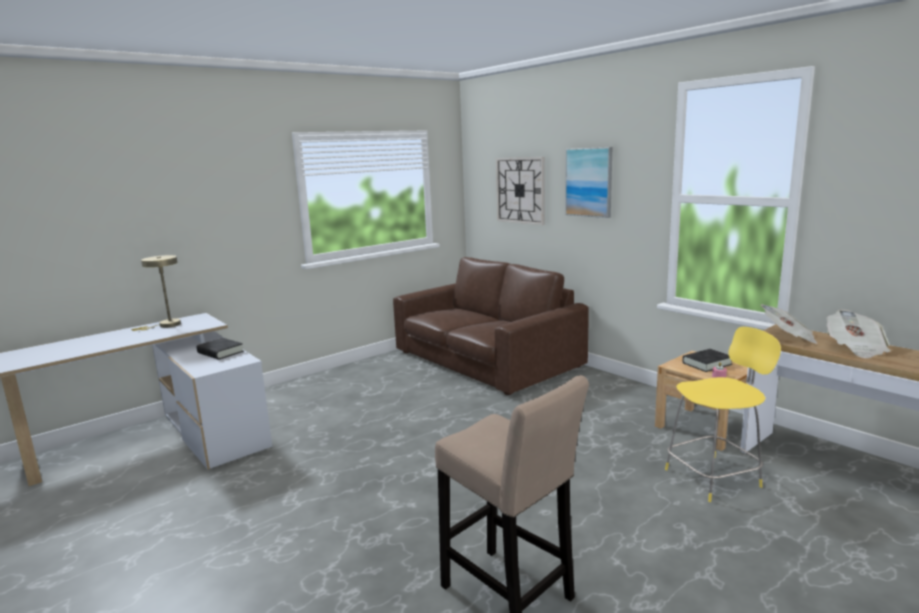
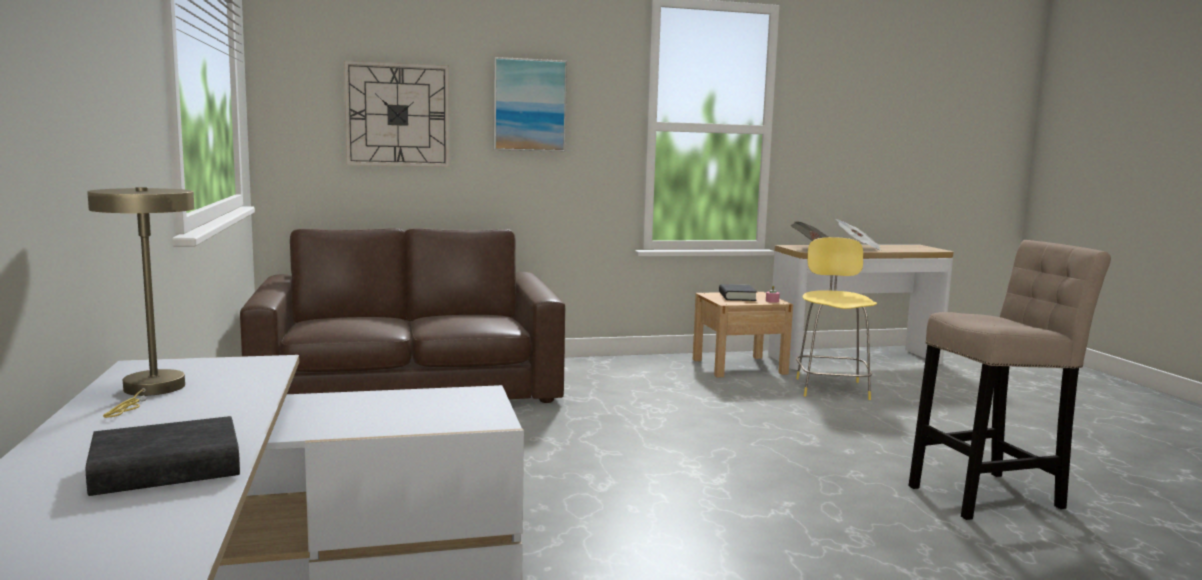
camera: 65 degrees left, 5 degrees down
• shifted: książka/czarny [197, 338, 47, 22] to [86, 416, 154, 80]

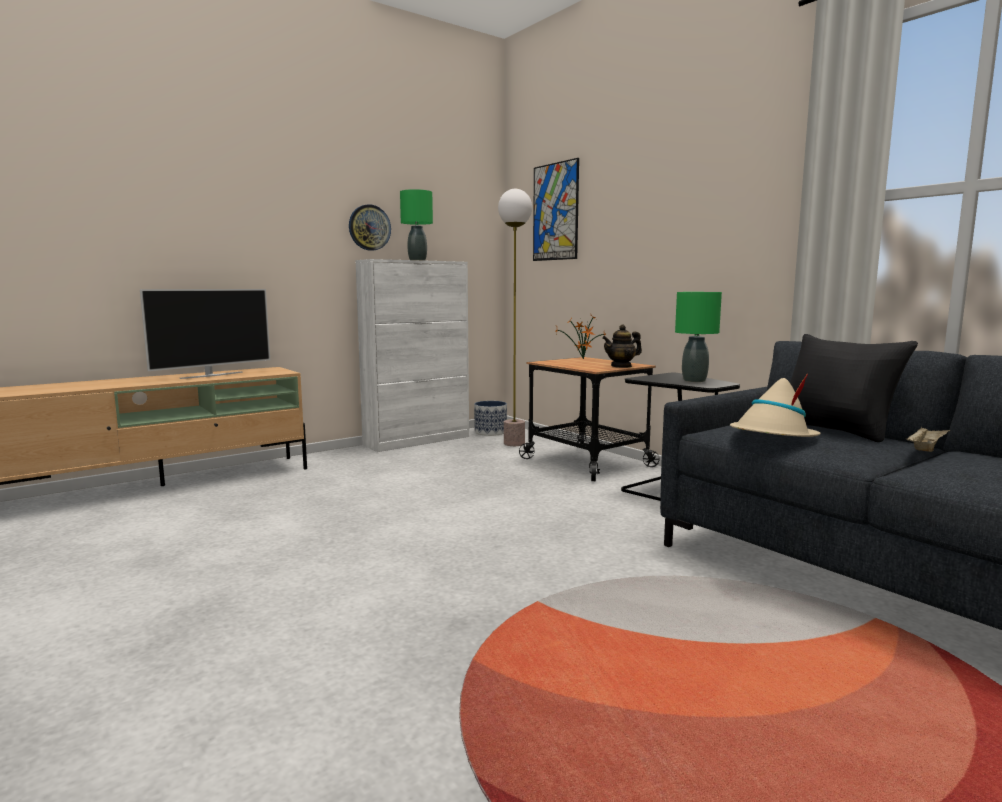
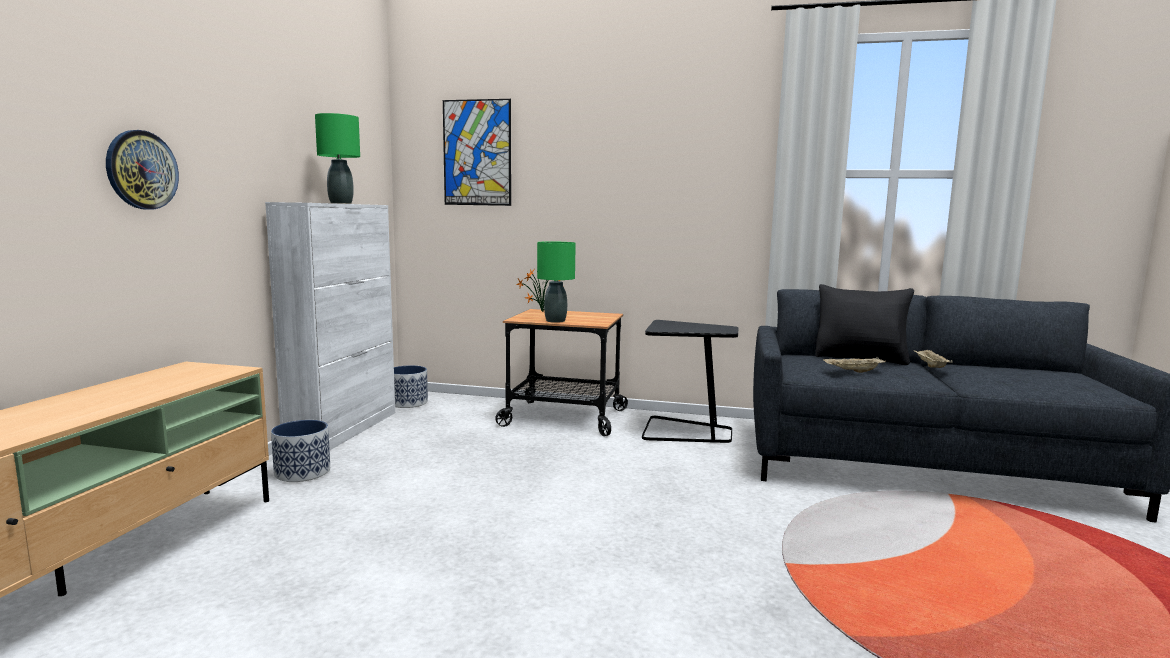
camera: 40 degrees left, 0 degrees up
• gone: telewizor [140, 289, 130, 90]
• shifted: zegar ścienny [349, 204, 42, 47] to [106, 130, 73, 80]
• gone: lampa stojąca [498, 189, 34, 257]
• gone: imbryk [602, 325, 40, 43]
• shifted: lampa stołowa/zielony [675, 292, 47, 90] to [537, 241, 39, 82]
• swapped: kapelusz/beżowy [730, 373, 91, 64] to taca/beżowy [823, 357, 63, 16]
• new: donica [271, 420, 59, 62]

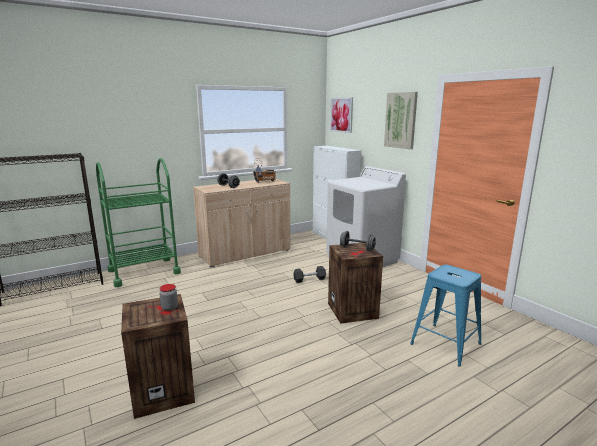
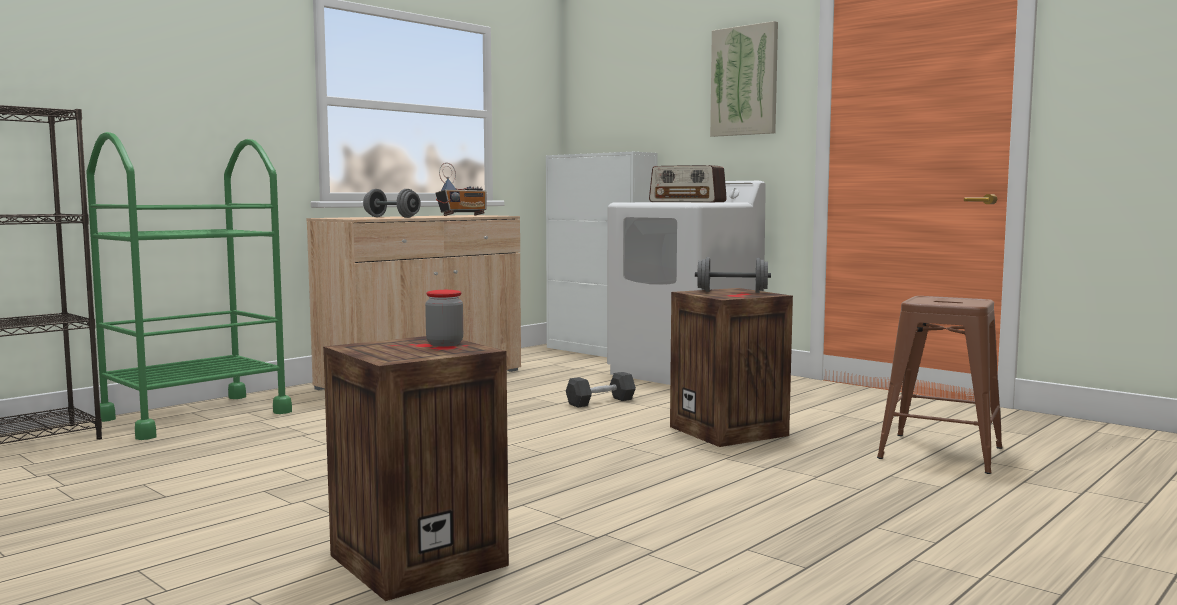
camera: 15 degrees left, 10 degrees down
• gone: obraz [330, 97, 23, 36]
• repainted: stołek/niebieski [410, 265, 71, 102] to stołek/brązowy [877, 296, 126, 178]
• new: radio [649, 165, 78, 37]

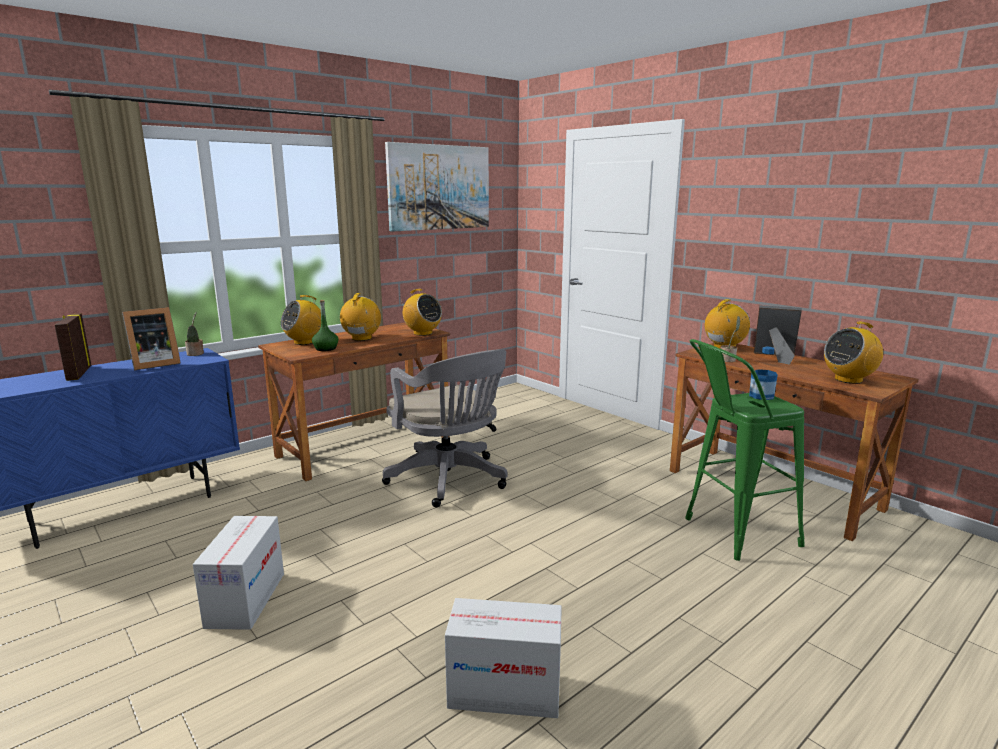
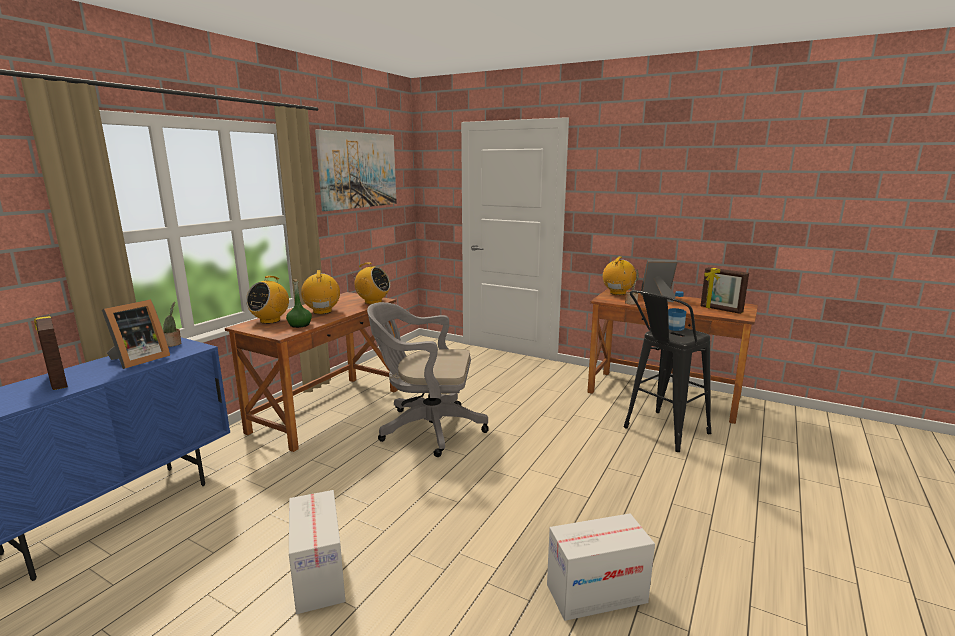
camera: 20 degrees left, 0 degrees up
• rotated: krzesło biurowe/szary [382, 350, 126, 158] = [367, 302, 122, 155] 150 degrees clockwise
• repainted: stołek/zielony [685, 339, 119, 222] to stołek/czarny [624, 290, 87, 162]
• swapped: radio [824, 321, 59, 63] to ramka na zdjęcie [701, 267, 48, 47]

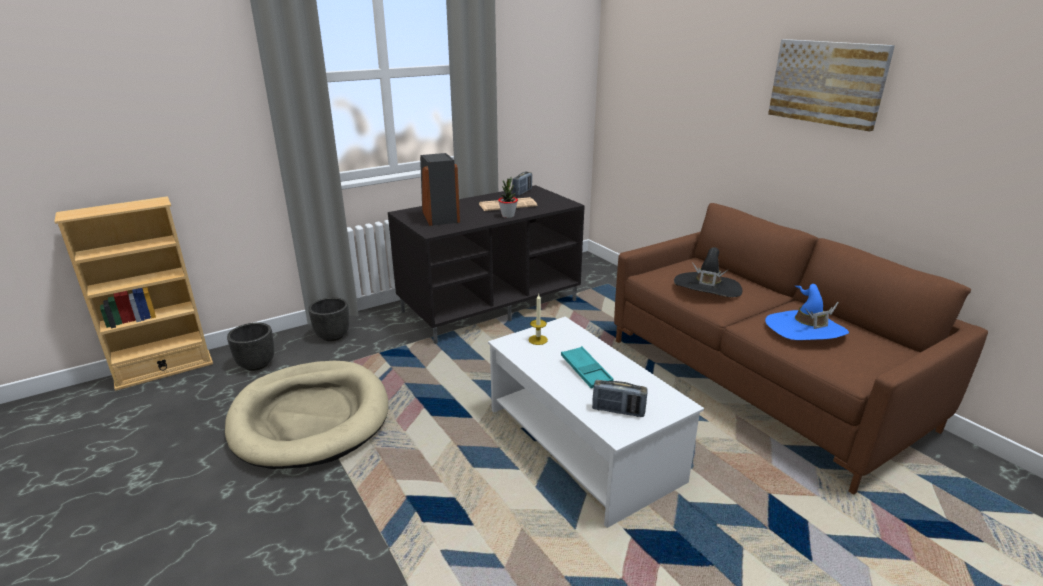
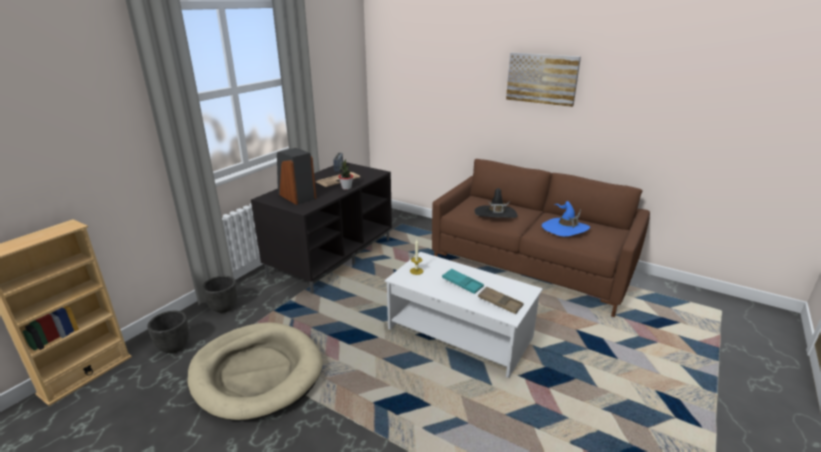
camera: 25 degrees left, 0 degrees up
• swapped: radio [592, 380, 56, 37] to taca/brązowy [478, 287, 46, 27]

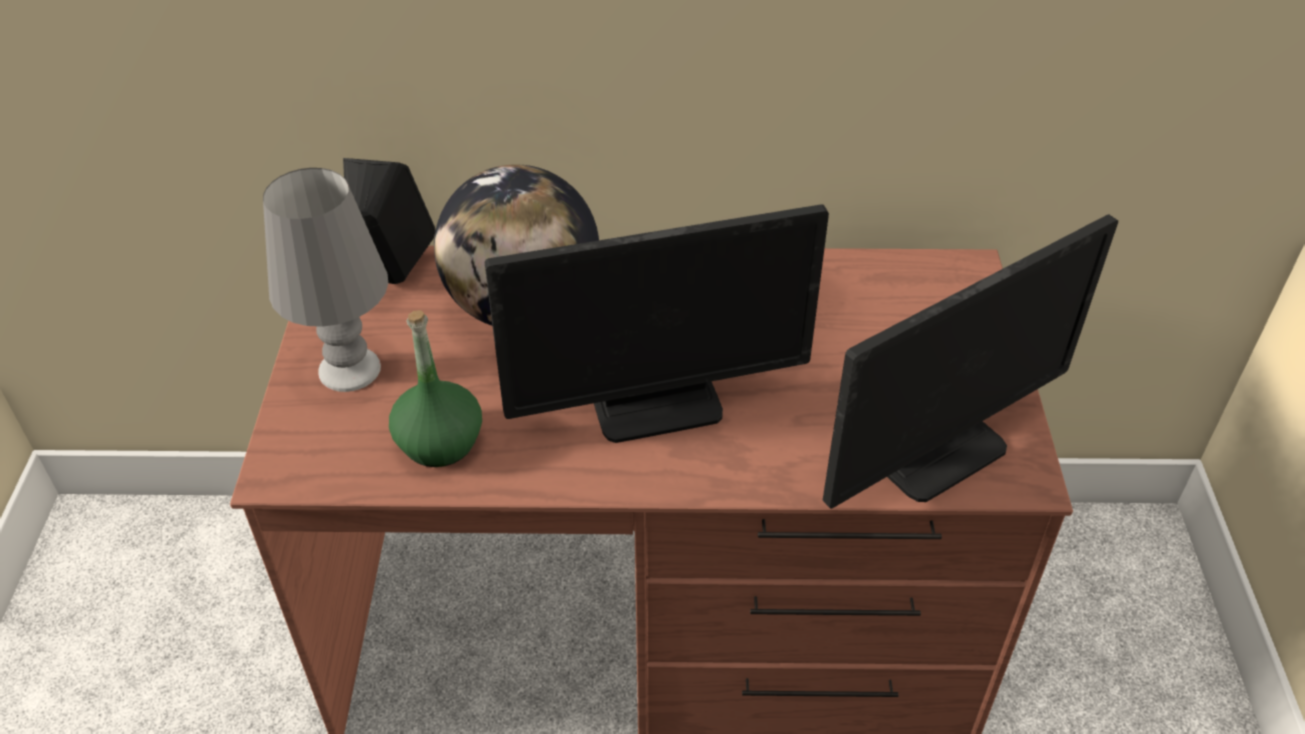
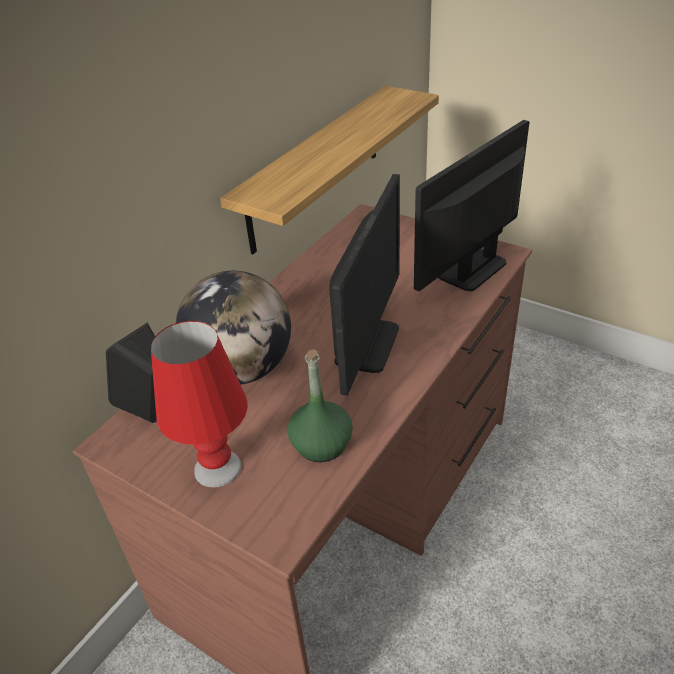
camera: 55 degrees left, 5 degrees down
• repainted: lampa stołowa/szary [263, 168, 125, 224] to lampa stołowa/czerwony [151, 321, 97, 167]
• rotated: monitor [823, 214, 295, 295] = [414, 120, 115, 171] 135 degrees counterclockwise
• new: półka [220, 86, 219, 168]

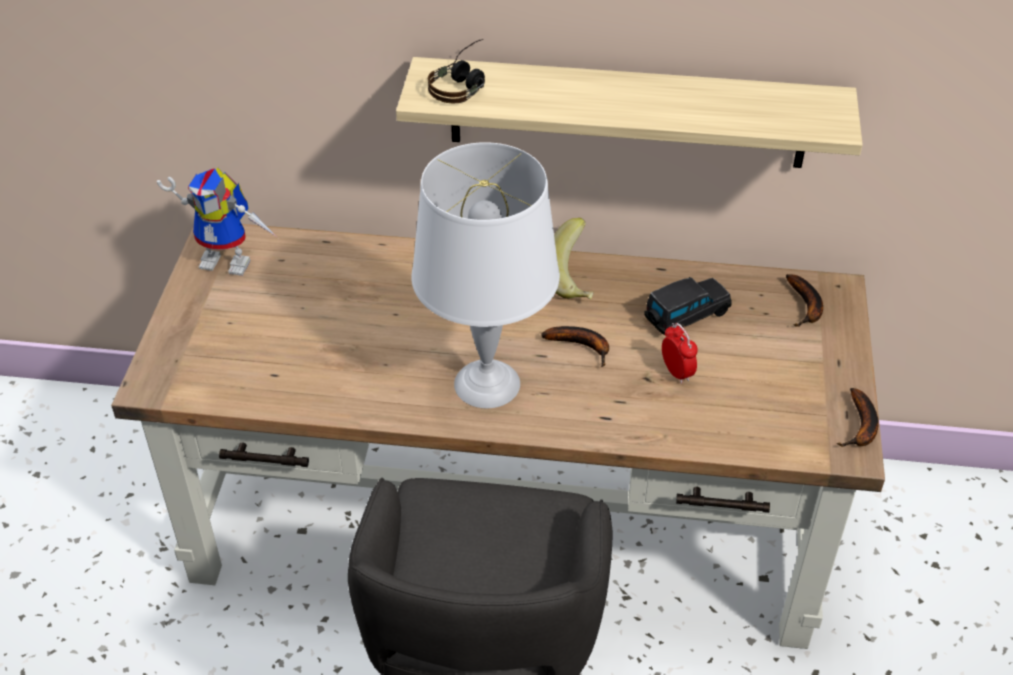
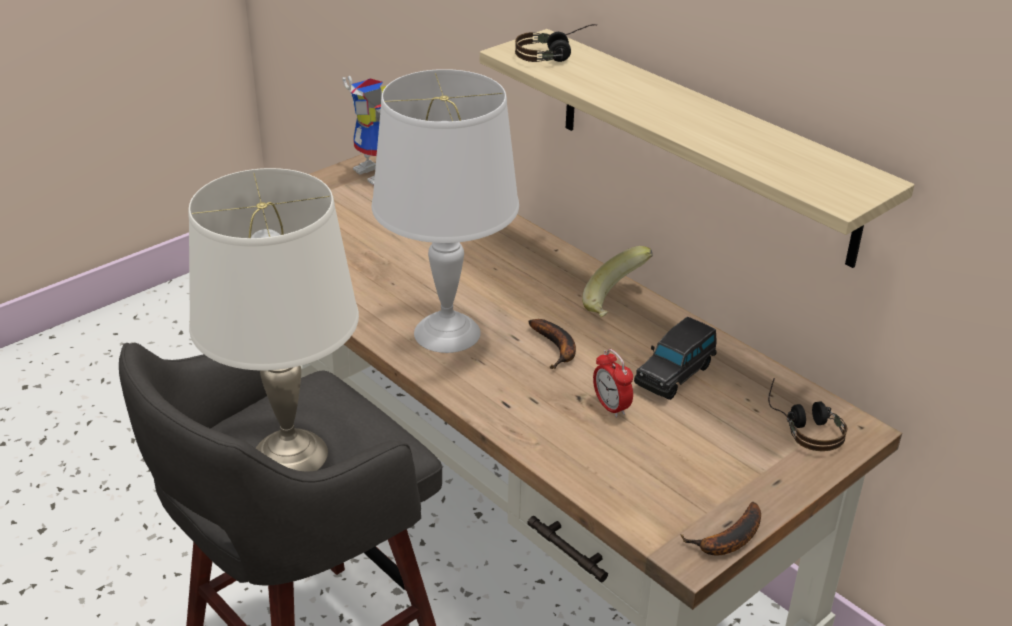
camera: 40 degrees right, 10 degrees down
• rotated: samochodzik/czarny [644, 277, 88, 58] = [634, 317, 83, 83] 120 degrees clockwise
• rotated: budzik [662, 323, 36, 61] = [593, 349, 40, 69] 135 degrees clockwise
• swapped: banan [786, 274, 37, 53] to słuchawki [768, 378, 79, 73]
• new: lampa stołowa/biały [188, 168, 171, 304]

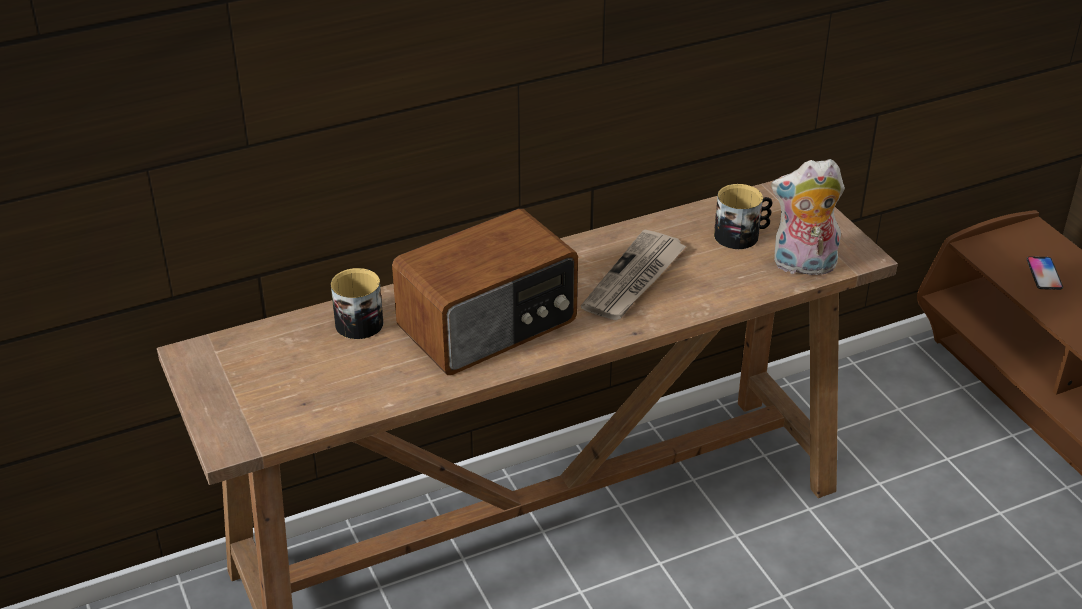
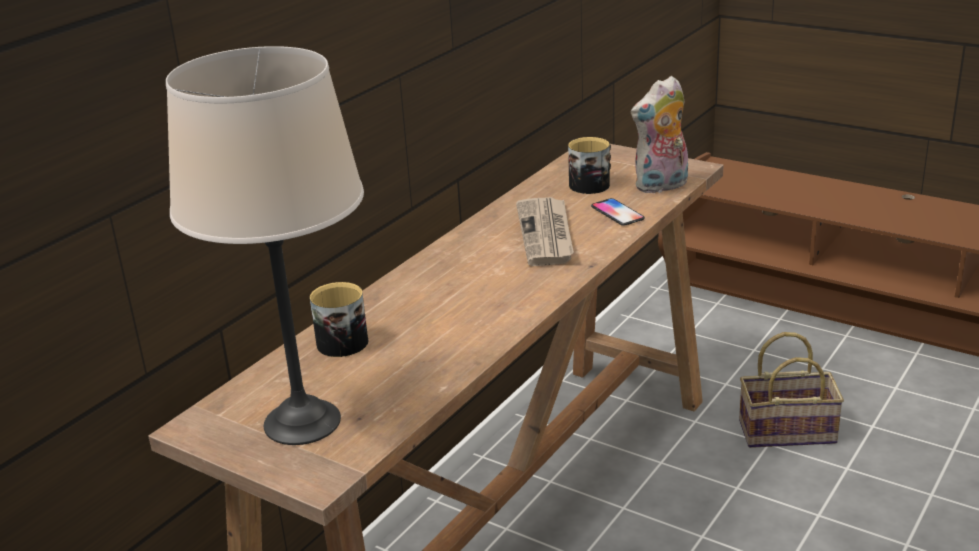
camera: 30 degrees left, 10 degrees down
• gone: radio [392, 208, 186, 167]
• shifted: telefon [1026, 256, 37, 34] to [591, 198, 54, 28]
• new: lampa stołowa/beżowy [166, 46, 198, 399]
• new: koszyk [739, 332, 105, 116]

